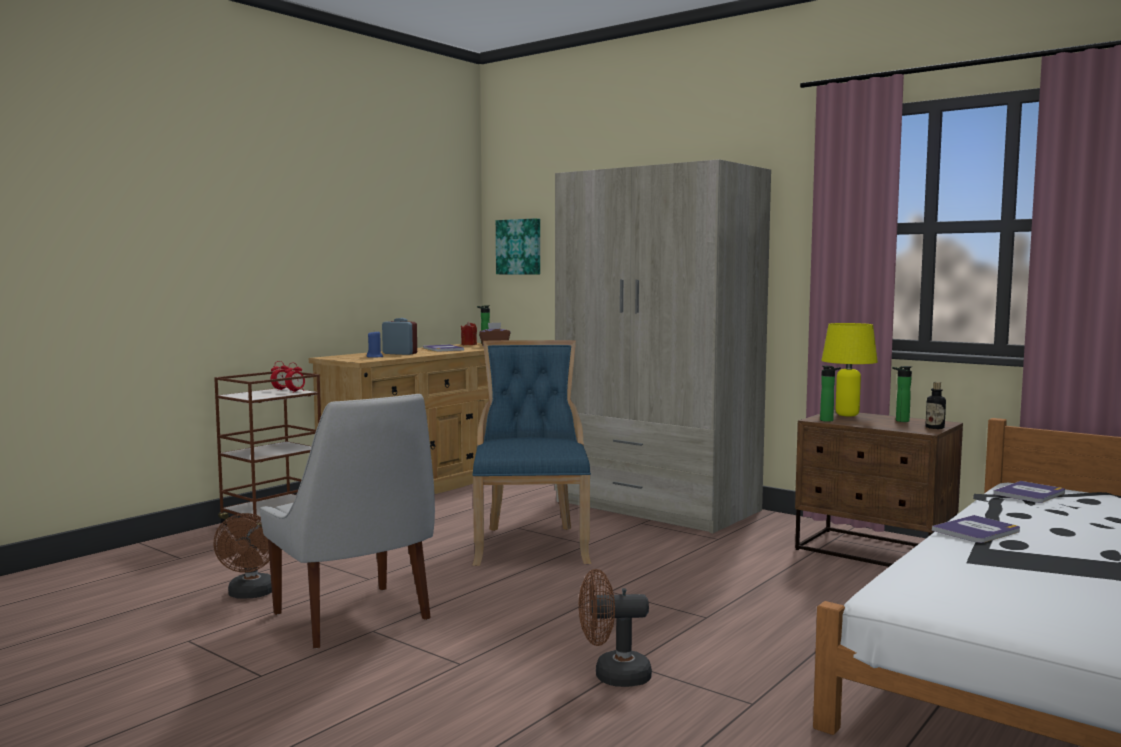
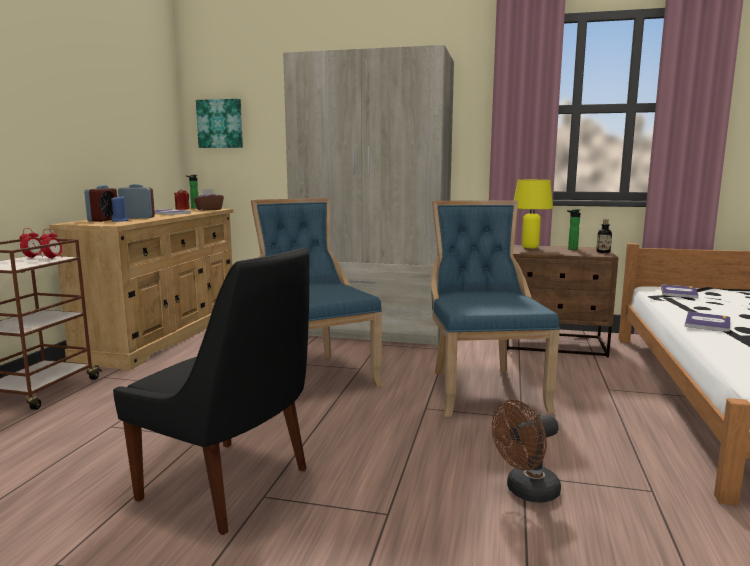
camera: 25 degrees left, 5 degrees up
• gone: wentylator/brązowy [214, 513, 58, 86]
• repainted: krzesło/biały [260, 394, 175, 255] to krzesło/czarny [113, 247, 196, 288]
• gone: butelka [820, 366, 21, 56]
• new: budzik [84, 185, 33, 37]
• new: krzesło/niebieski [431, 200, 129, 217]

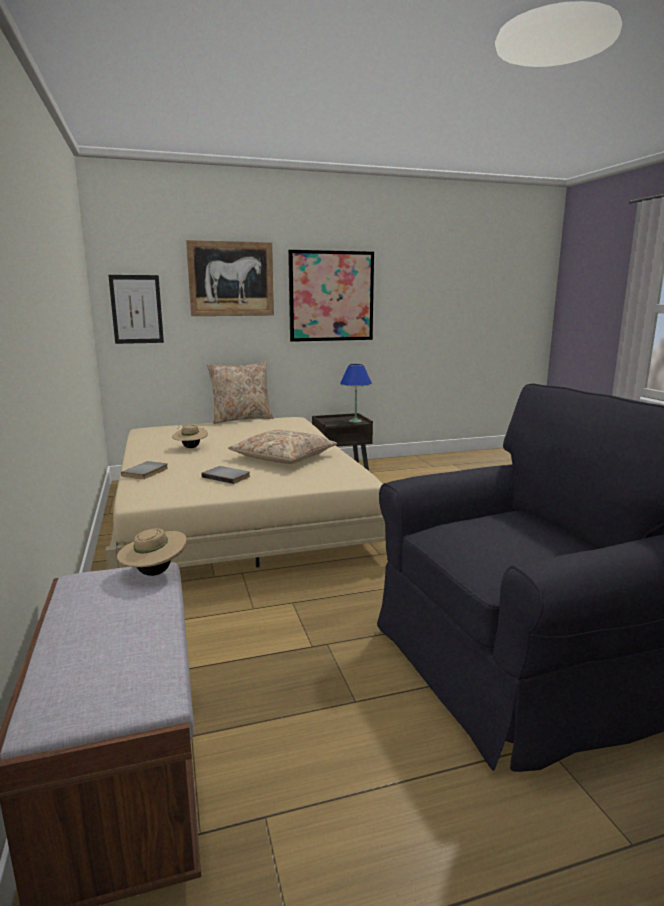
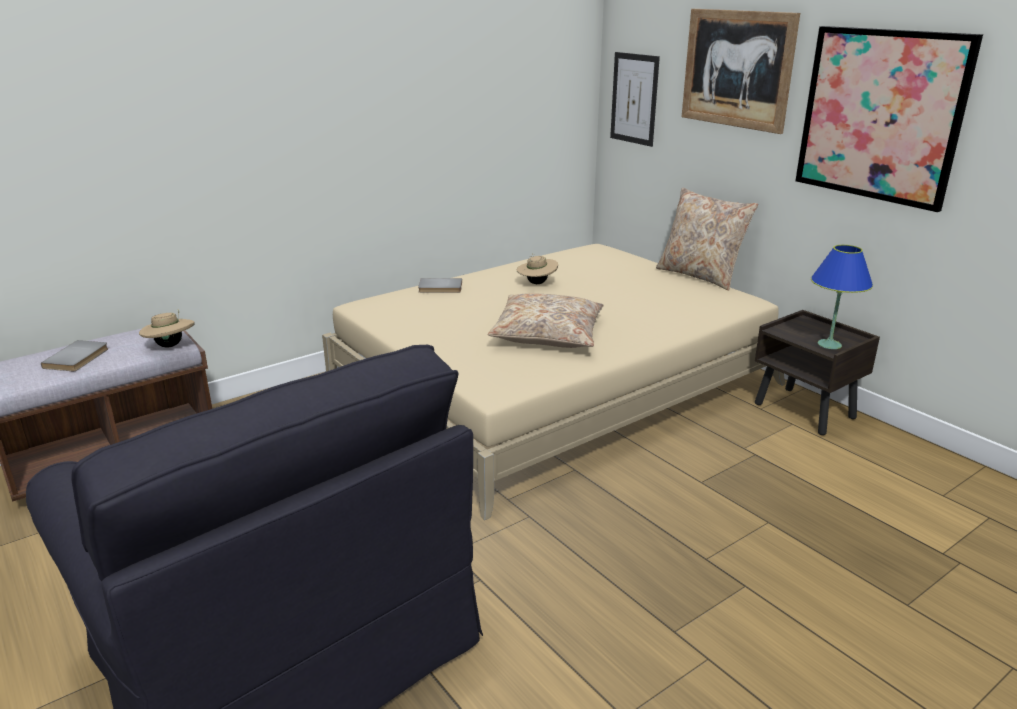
camera: 70 degrees right, 10 degrees up
• shifted: książka/szary [201, 466, 49, 18] to [41, 340, 67, 31]

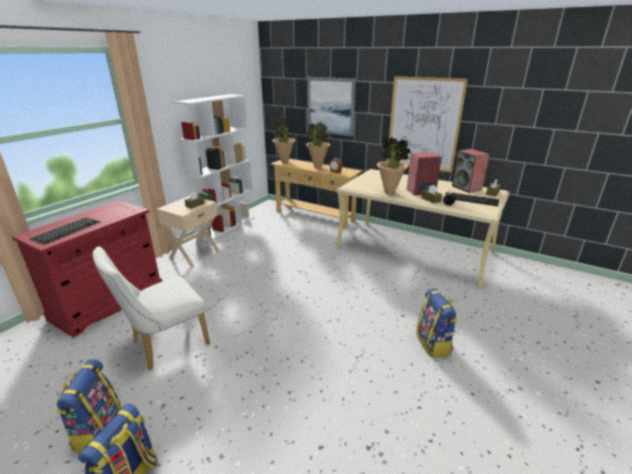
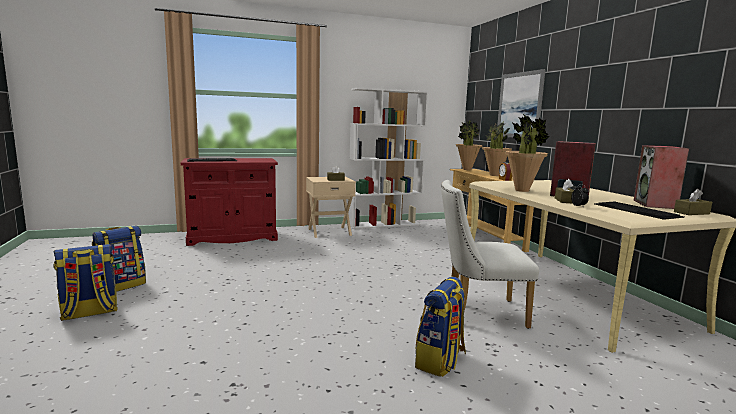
camera: 40 degrees right, 15 degrees down
• shifted: krzesło/biały [93, 246, 117, 124] to [441, 180, 98, 149]
• gone: obraz [387, 76, 81, 97]

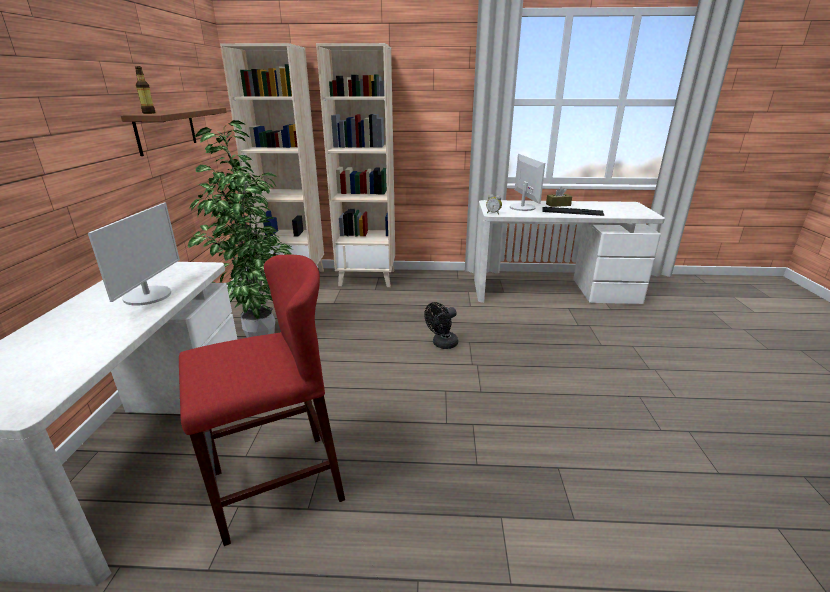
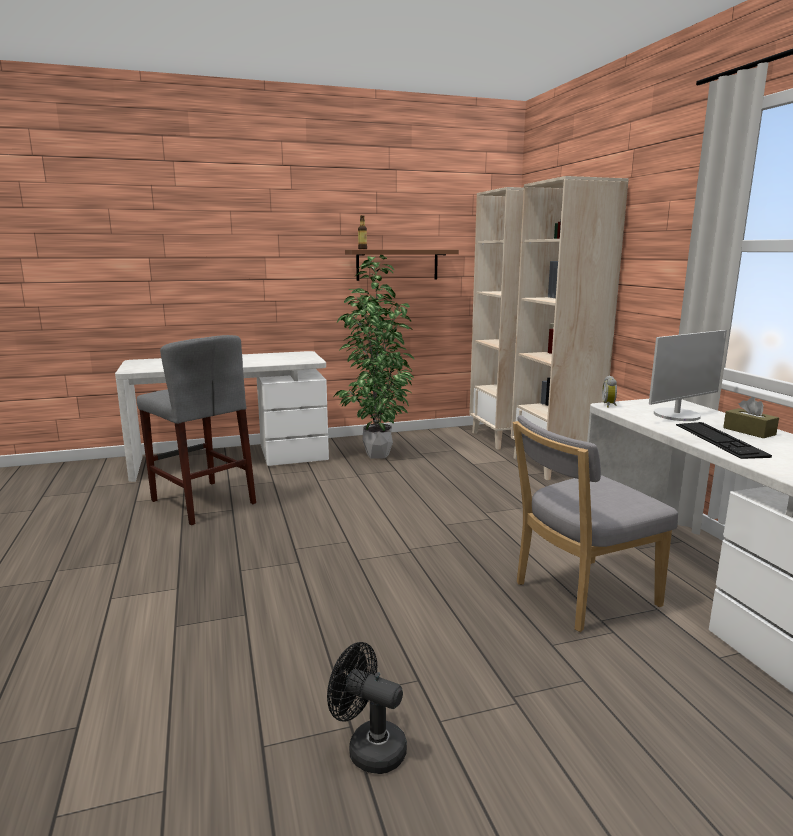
camera: 70 degrees right, 10 degrees down
• gone: monitor [88, 203, 92, 103]
• repainted: stołek/czerwony [179, 254, 166, 292] to stołek/szary [137, 335, 119, 190]
• shifted: wentylator/czarny [424, 302, 34, 47] to [327, 642, 80, 132]
• new: krzesło/szary [513, 415, 165, 217]

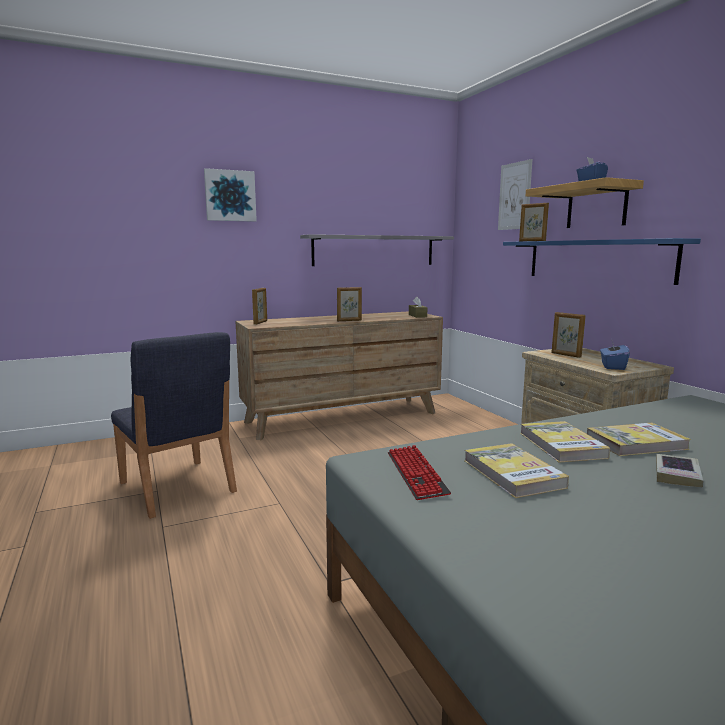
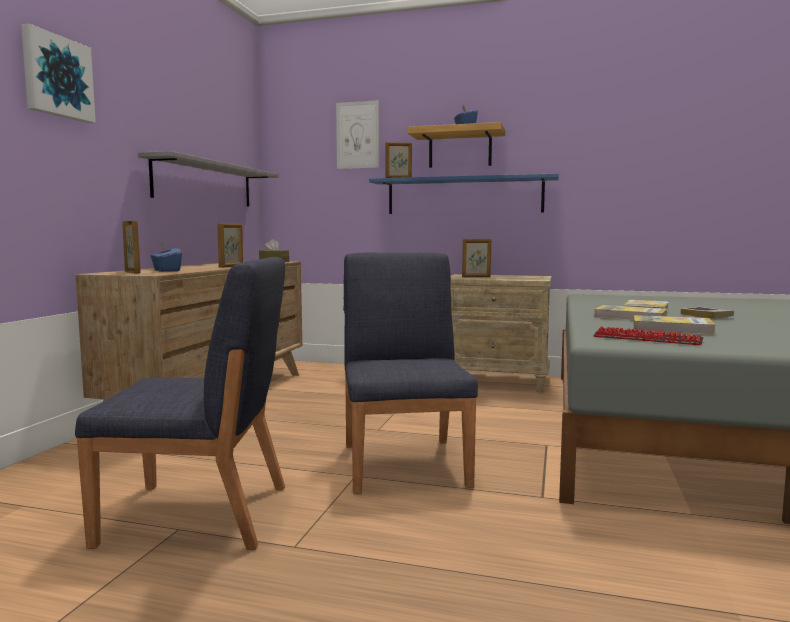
camera: 50 degrees left, 5 degrees down
• shifted: pudełko chusteczek/niebieski [600, 339, 30, 31] to [151, 242, 31, 30]
• new: krzesło/niebieski [343, 252, 135, 242]

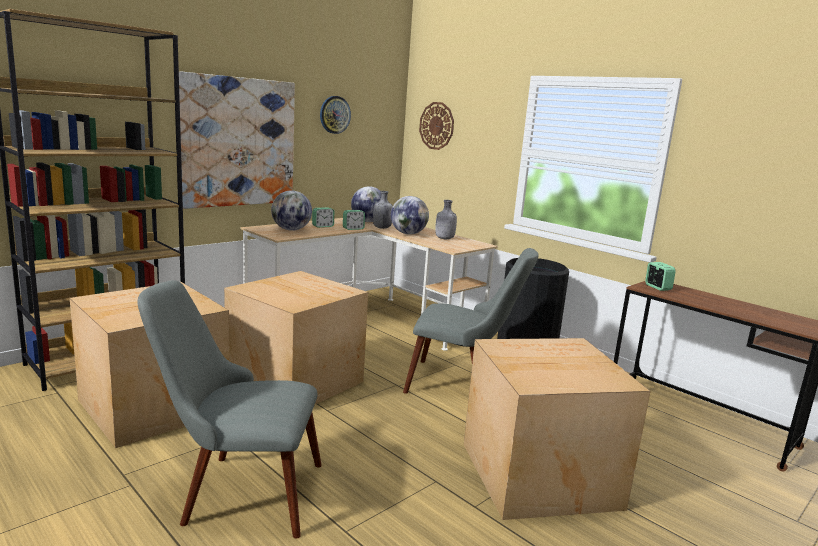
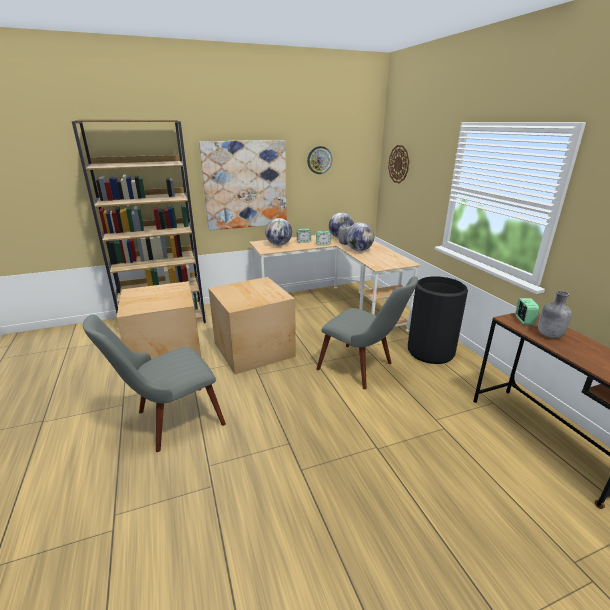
camera: 25 degrees right, 10 degrees up
• rotated: krzesło/szary [137, 280, 185, 258] = [83, 314, 143, 138] 60 degrees counterclockwise
• shifted: butelka/szary [435, 200, 22, 39] to [538, 291, 34, 47]
• gone: karton [464, 338, 187, 182]

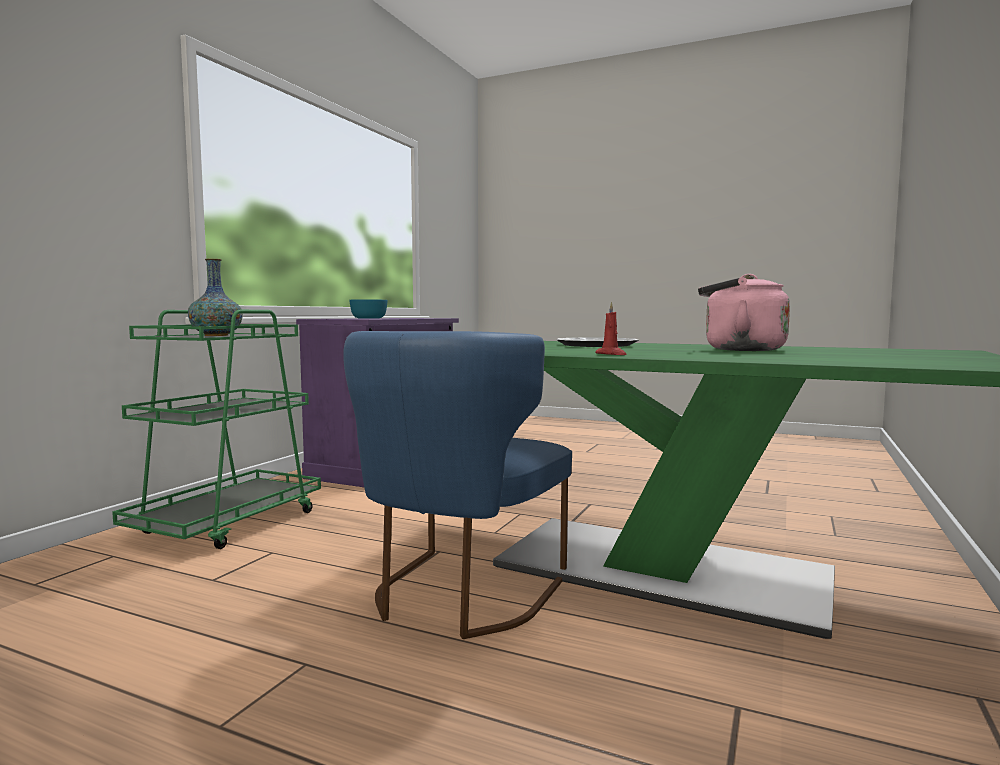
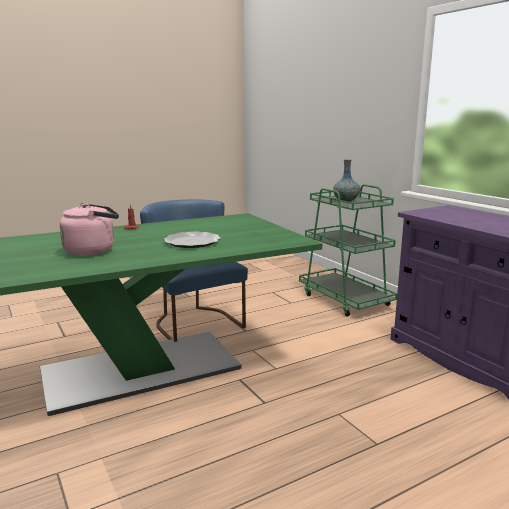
camera: 125 degrees right, 10 degrees up
• gone: miska/turkusowy [349, 299, 38, 20]

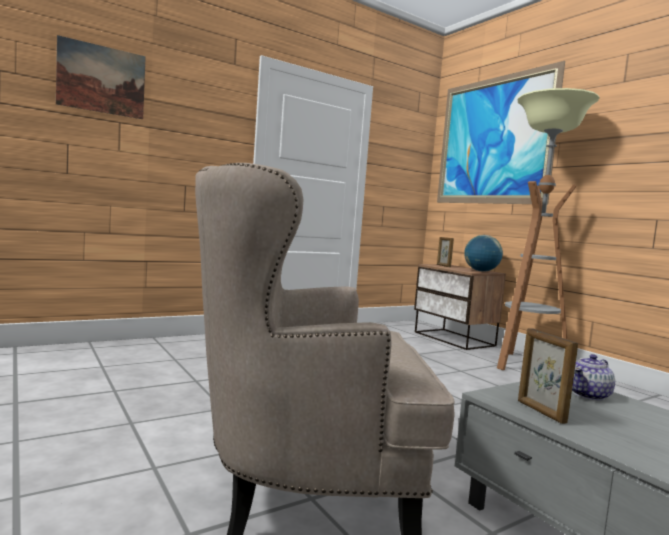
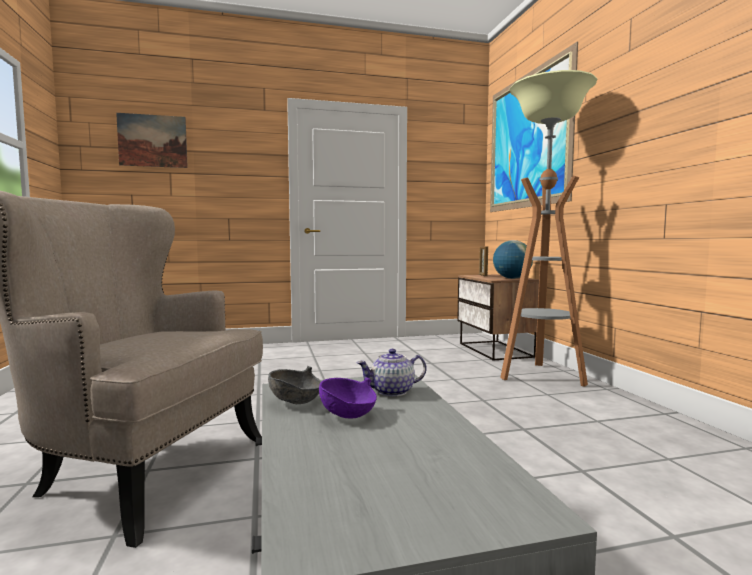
camera: 20 degrees right, 0 degrees up
• swapped: ramka na zdjęcie [518, 328, 60, 96] to miska/szary [268, 366, 53, 38]
• new: miska/fioletowy [319, 377, 58, 41]

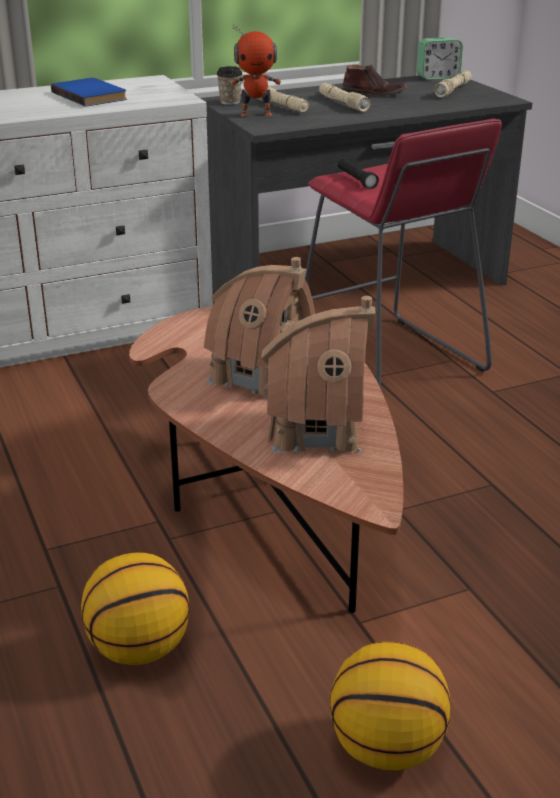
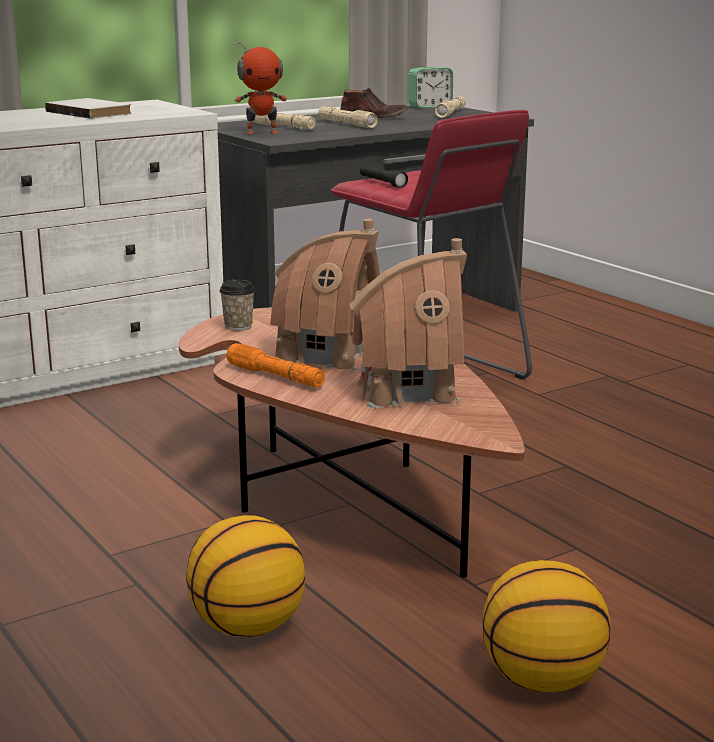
camera: 10 degrees left, 10 degrees down
• repainted: książka/niebieski [51, 78, 76, 29] to książka/biały [45, 98, 87, 21]
• shifted: filiżanka [217, 66, 26, 39] to [219, 280, 36, 51]
• new: latarka/pomarańczowy [226, 343, 99, 44]

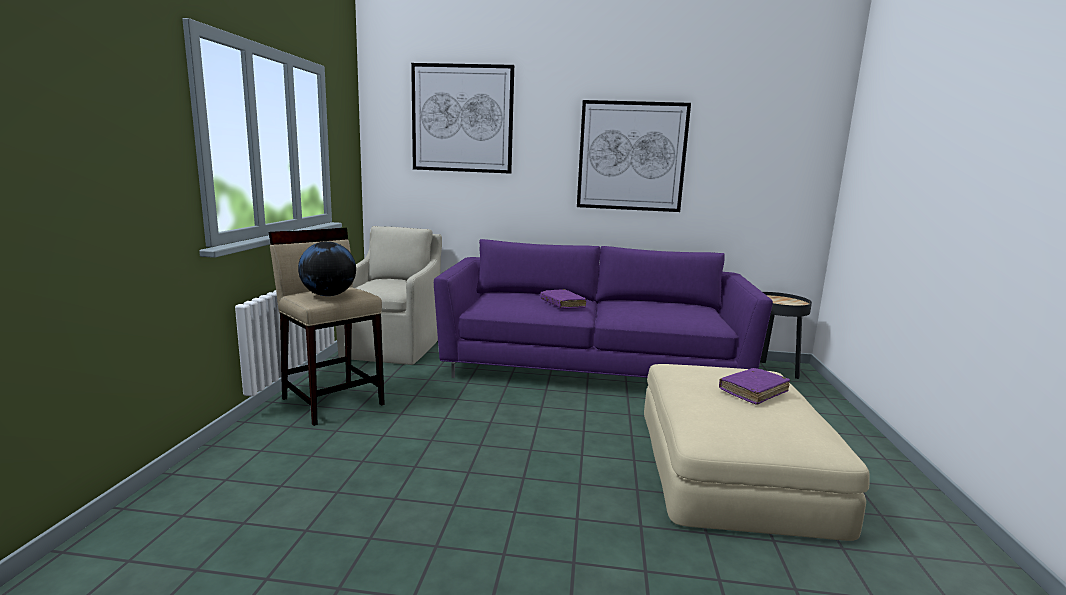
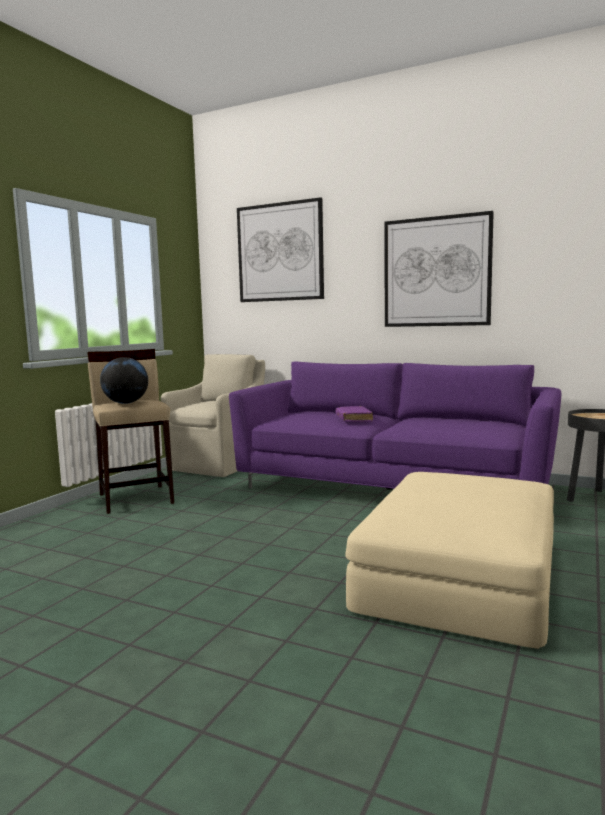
camera: 20 degrees right, 5 degrees down
• gone: książka/fioletowy [719, 368, 71, 37]

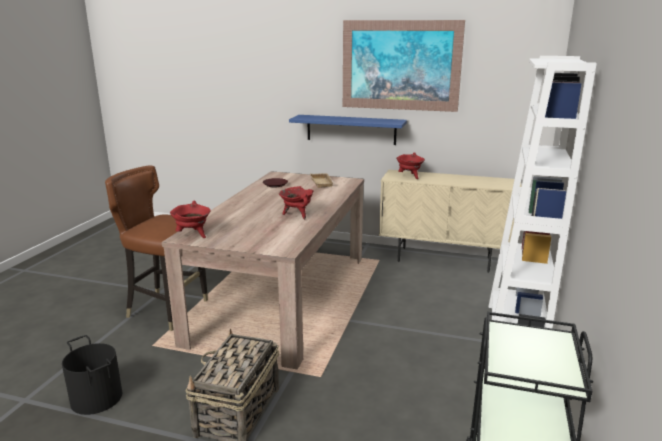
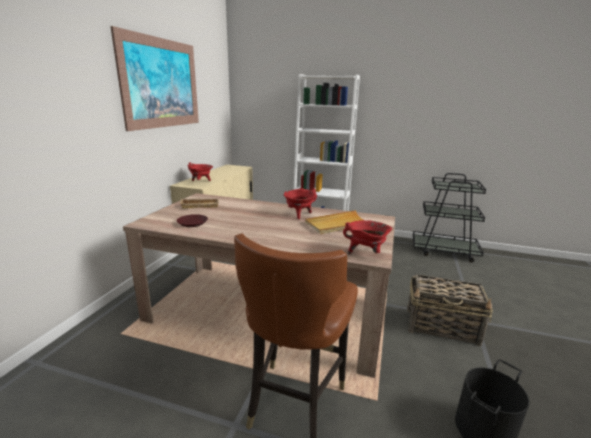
camera: 90 degrees left, 0 degrees up
• gone: półka/niebieski [289, 115, 118, 30]
• new: taca/beżowy [305, 210, 58, 24]

